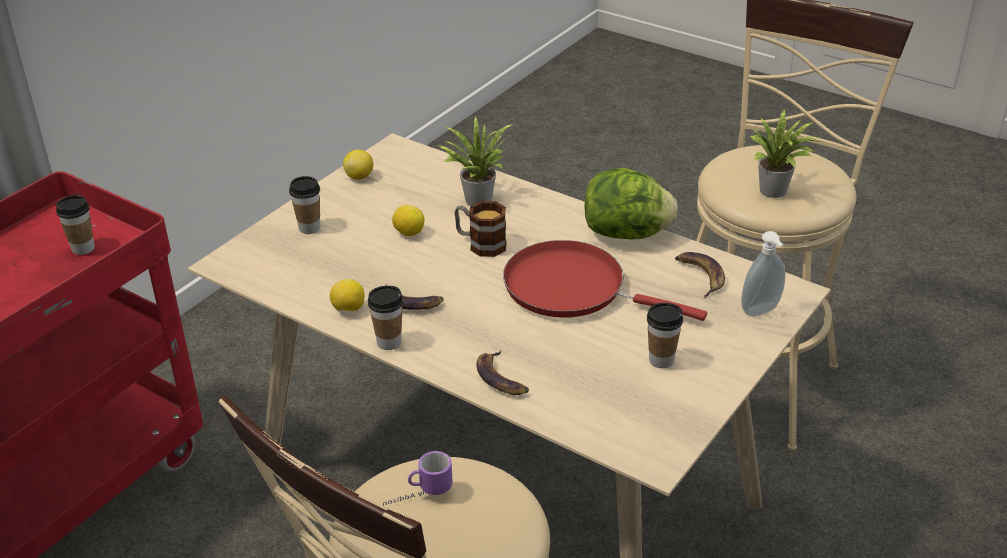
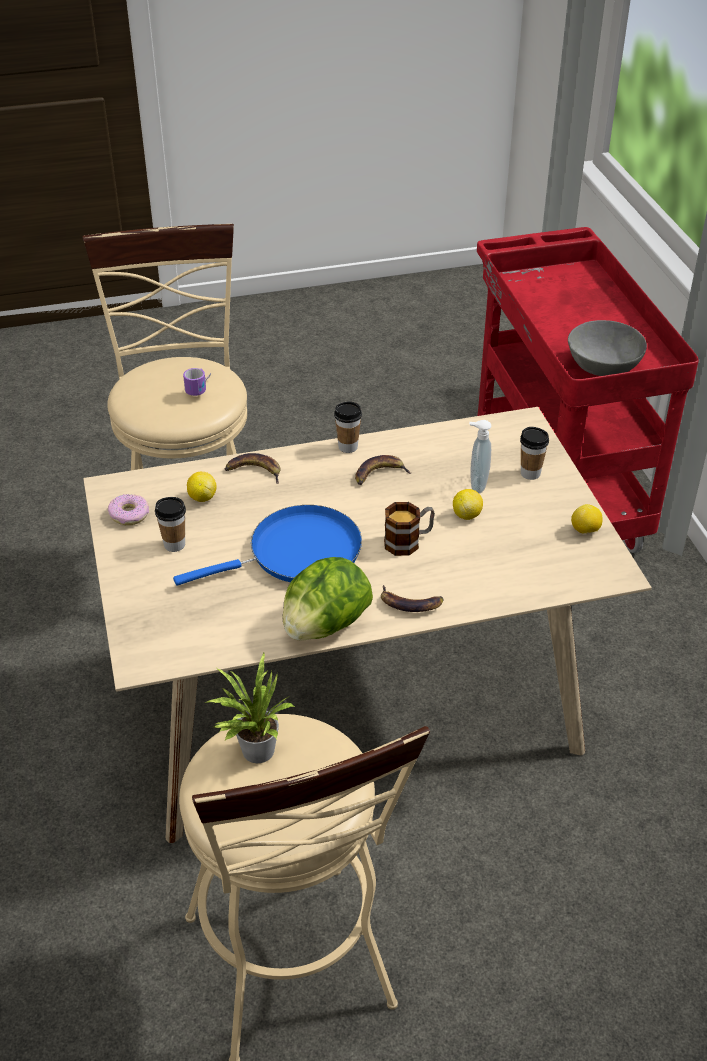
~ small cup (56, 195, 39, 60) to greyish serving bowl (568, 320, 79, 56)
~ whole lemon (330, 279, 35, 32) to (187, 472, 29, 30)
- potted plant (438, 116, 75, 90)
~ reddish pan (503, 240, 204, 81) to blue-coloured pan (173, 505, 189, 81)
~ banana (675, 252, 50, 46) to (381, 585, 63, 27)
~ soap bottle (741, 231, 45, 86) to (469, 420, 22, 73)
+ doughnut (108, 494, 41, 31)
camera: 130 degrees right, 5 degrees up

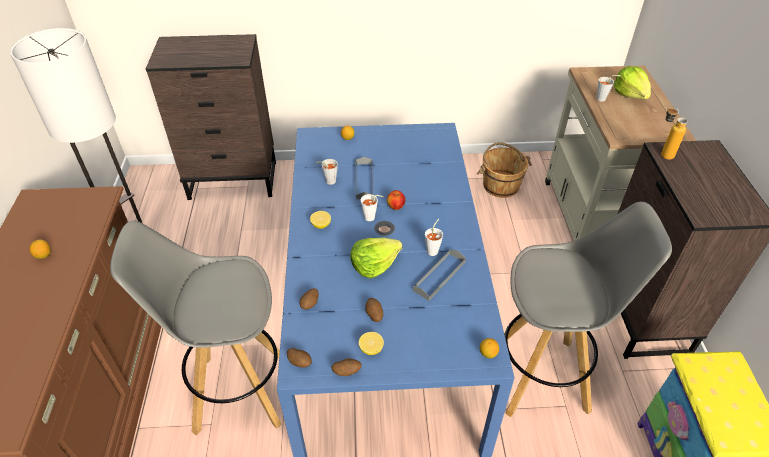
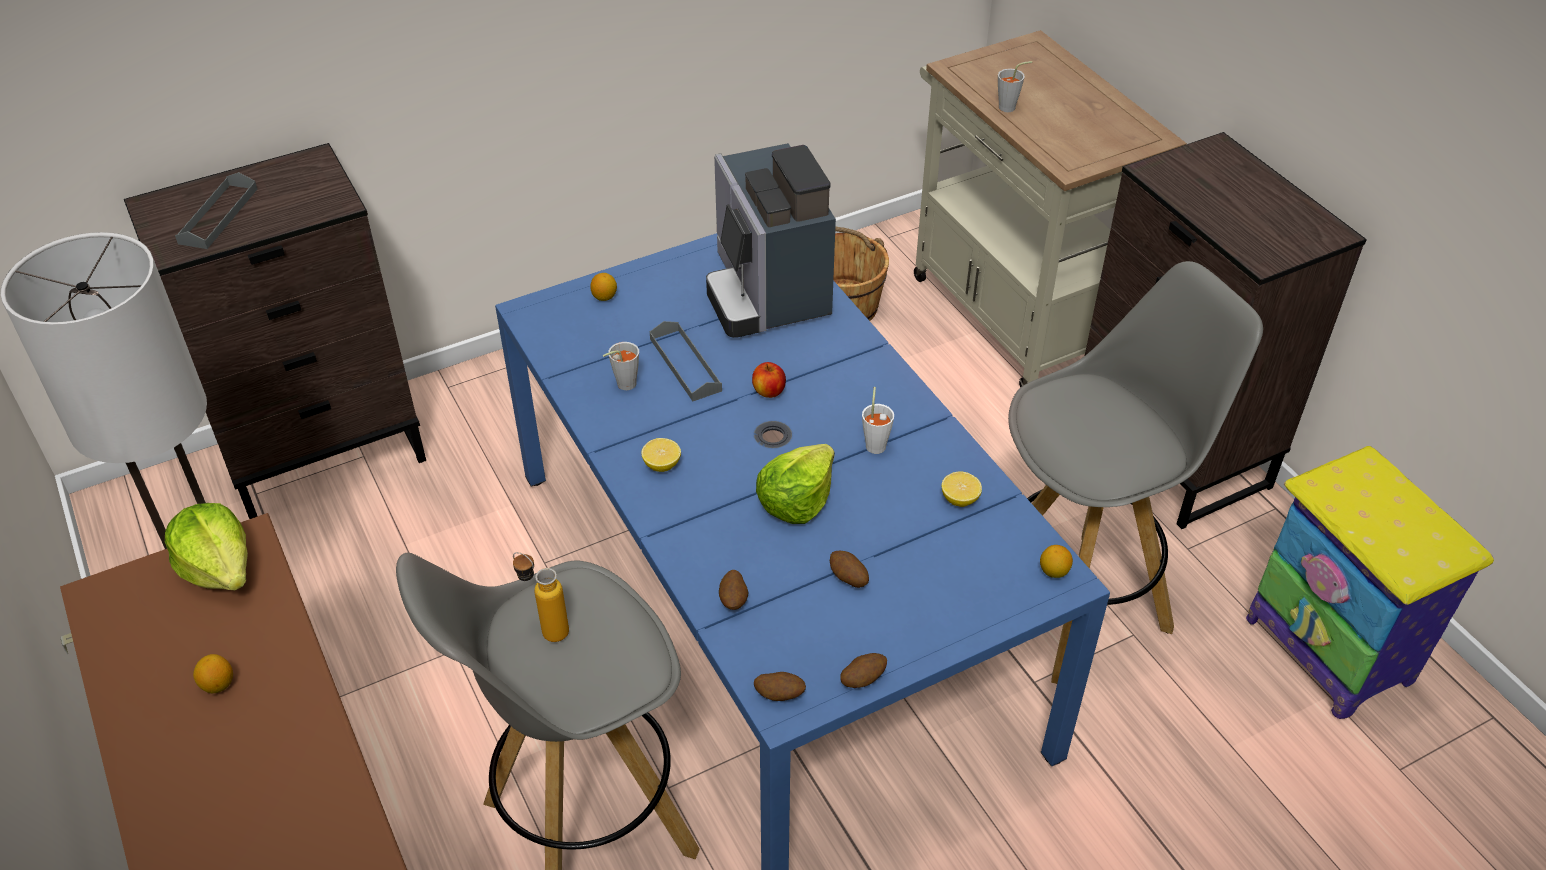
~ whole lemon (359, 332, 25, 23) to (942, 472, 40, 35)
- whitish small cup (361, 194, 23, 27)
~ greyish carrying tray (413, 249, 53, 52) to (175, 172, 82, 77)
~ lettuce (614, 66, 37, 33) to (165, 503, 83, 87)
~ drink bottle (661, 105, 27, 55) to (513, 552, 56, 90)
+ coffee machine (706, 143, 130, 195)
camera: 25 degrees left, 0 degrees up

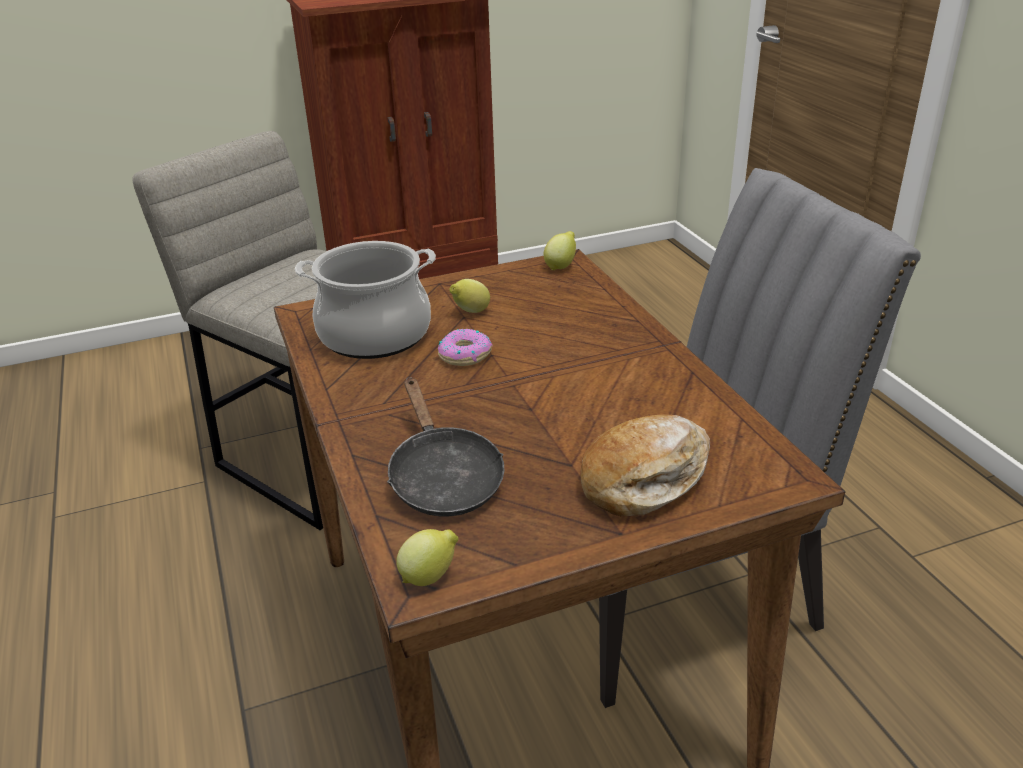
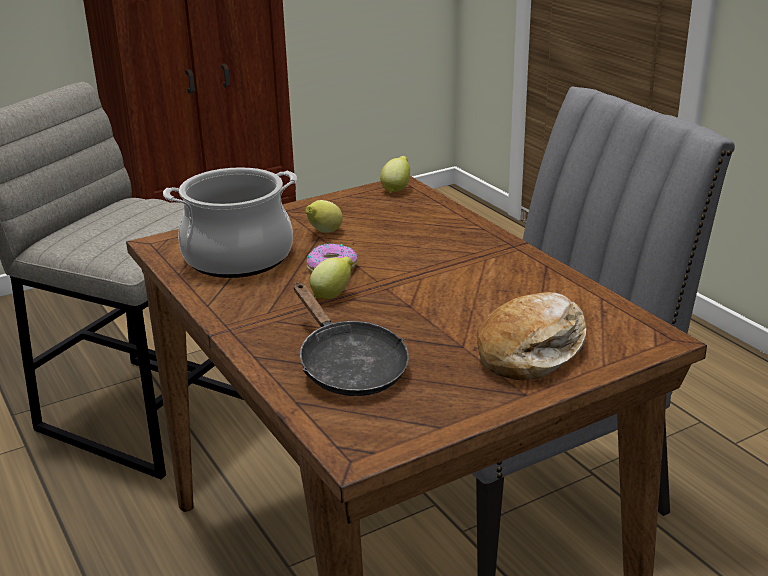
~ whole lemon (396, 529, 63, 57) to (310, 257, 43, 42)
camera: 10 degrees left, 5 degrees down

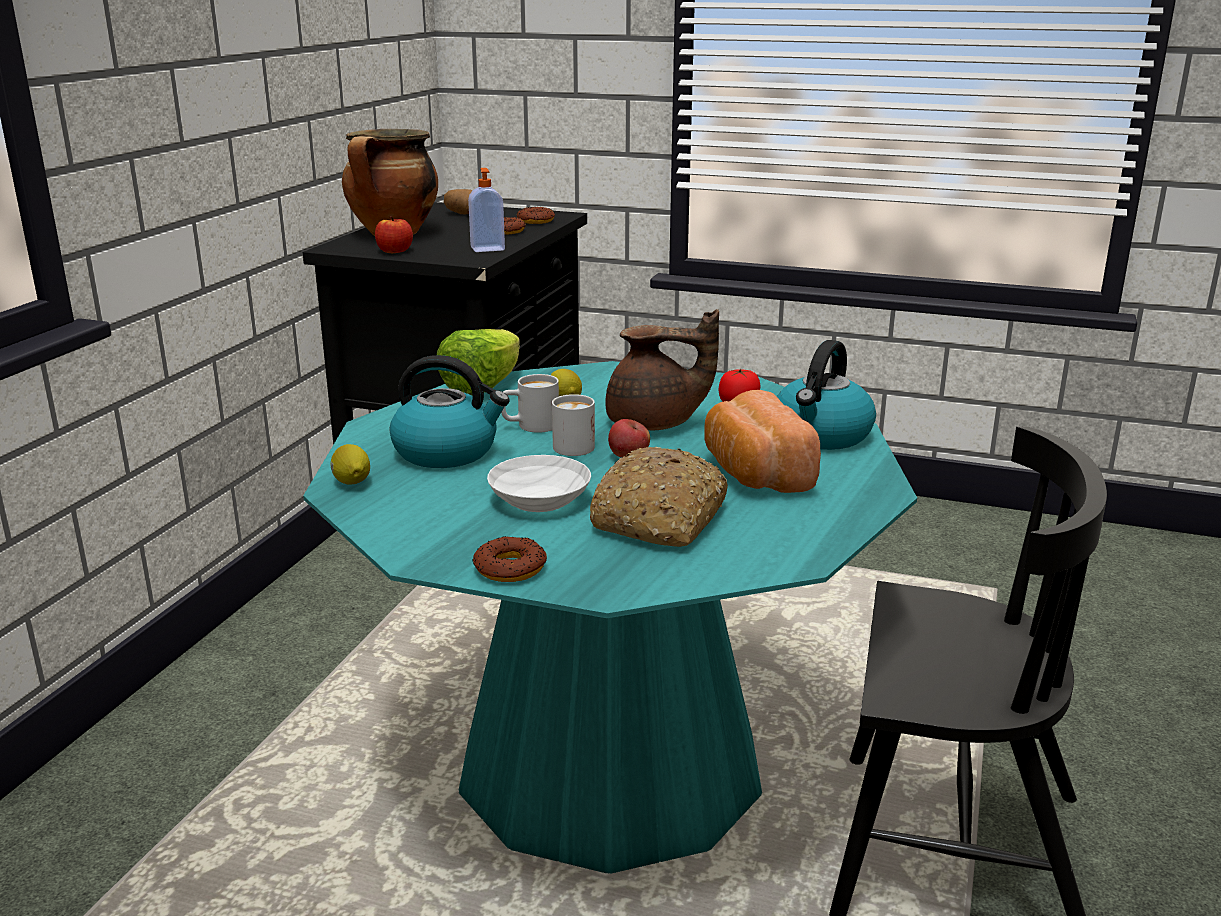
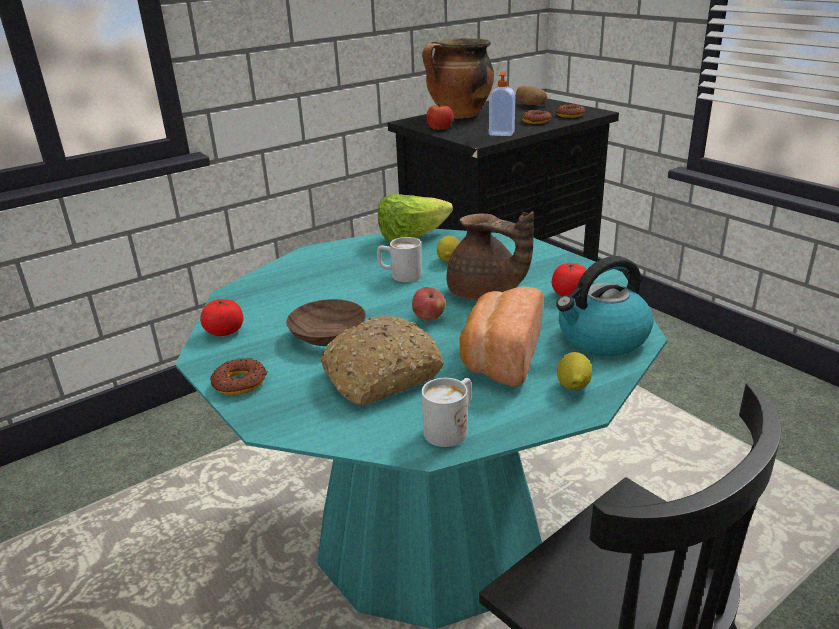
~ whole lemon (330, 444, 40, 41) to (557, 352, 35, 38)
- tea kettle (390, 355, 120, 113)
~ whitish serving bowl (487, 455, 104, 57) to brown serving bowl (286, 299, 80, 47)
~ whitish mug (552, 394, 43, 62) to (422, 378, 49, 69)
+ fresh tomato (200, 299, 43, 37)
camera: 35 degrees right, 5 degrees up

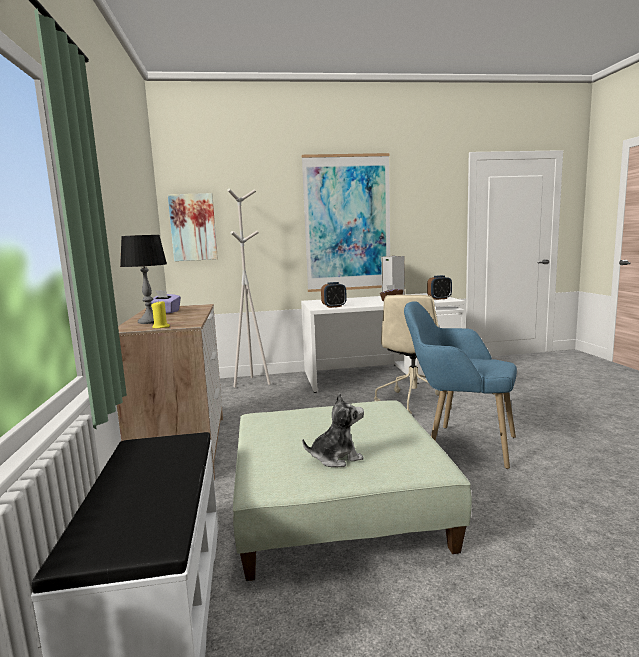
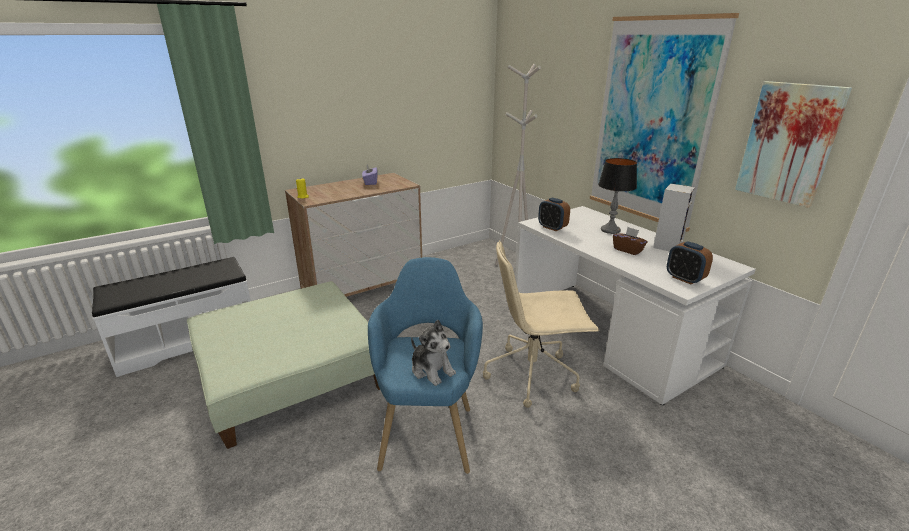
~ table lamp (120, 235, 47, 89) to (598, 158, 39, 76)
~ wall art (168, 193, 50, 68) to (735, 81, 117, 127)
~ cuddly toy (302, 393, 62, 74) to (411, 320, 45, 66)
camera: 65 degrees right, 15 degrees up

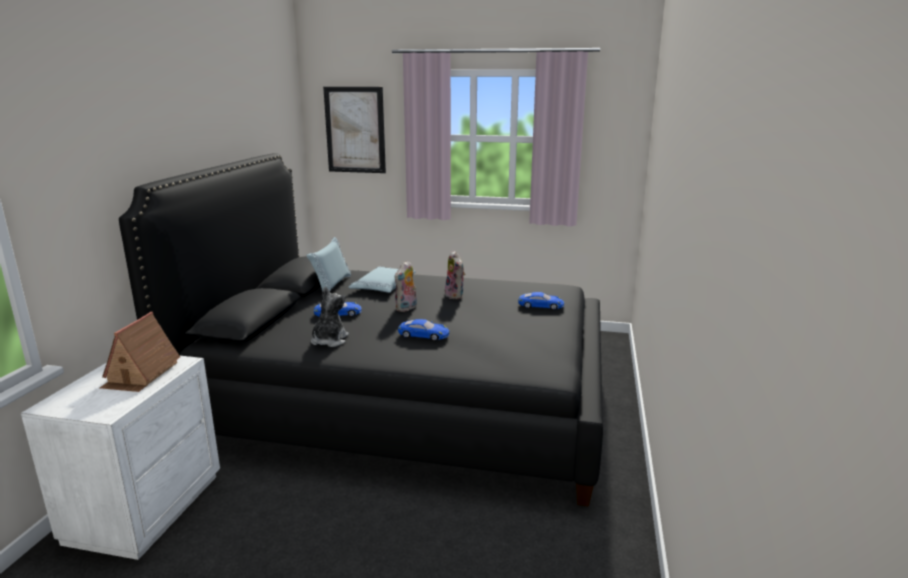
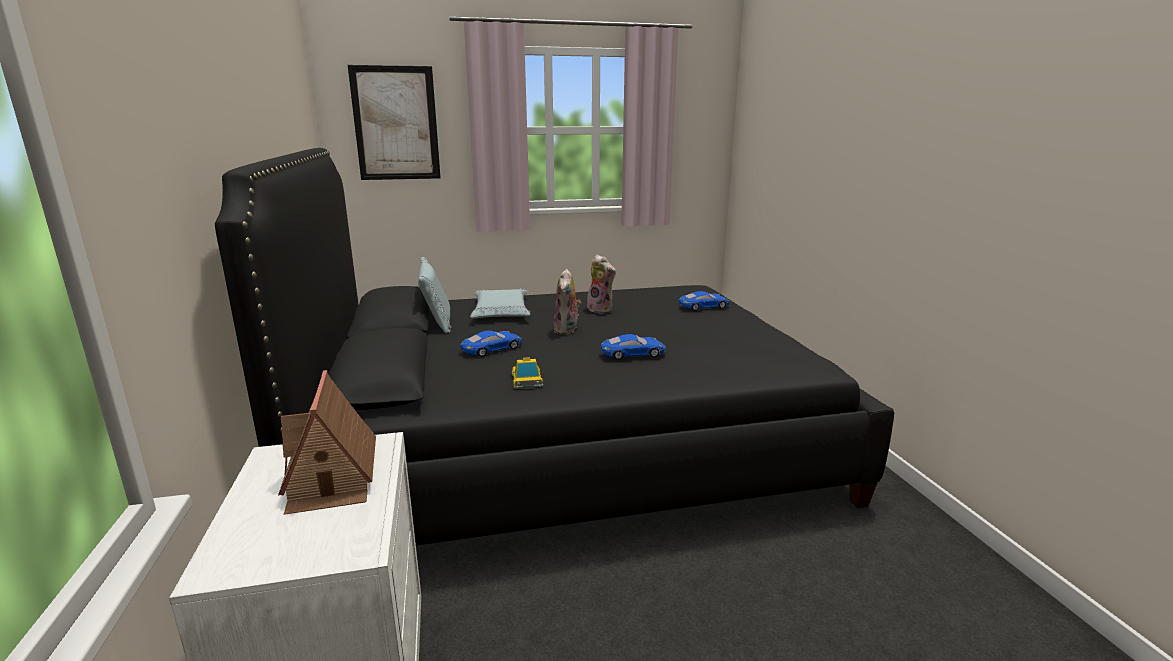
~ cuddly toy (311, 287, 38, 60) to miniature car (512, 357, 31, 32)
camera: 25 degrees left, 0 degrees up

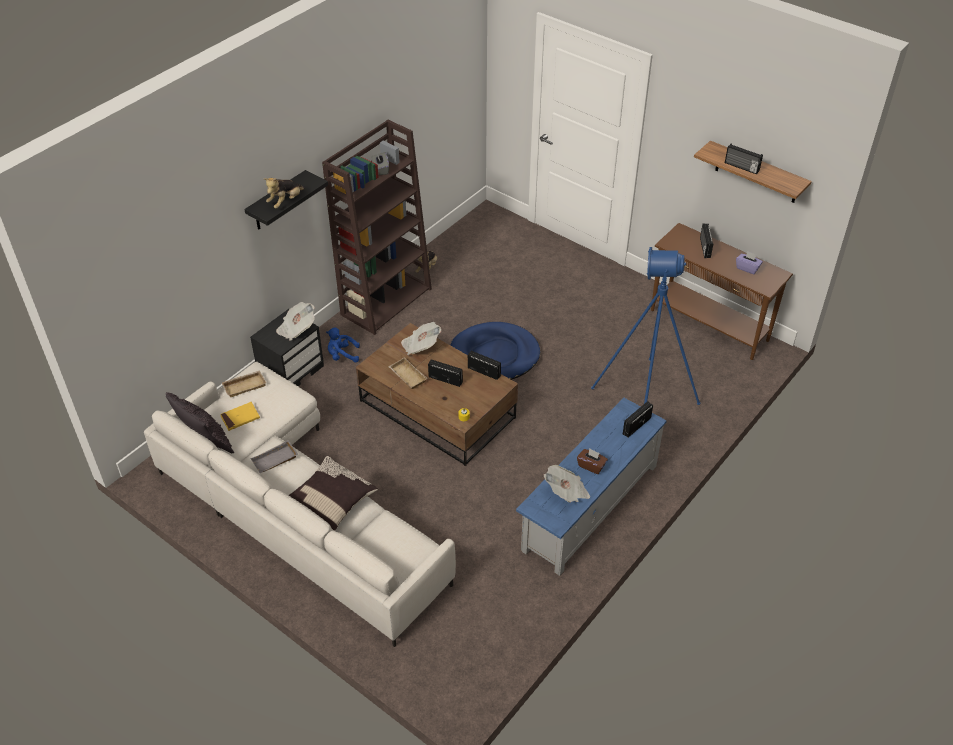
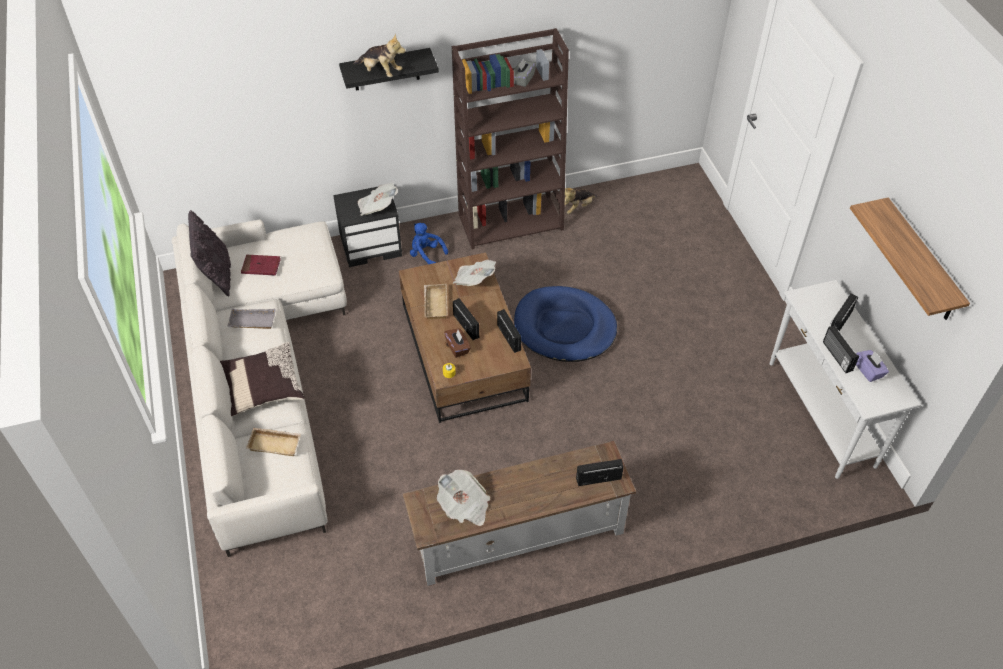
~ yellow book (220, 402, 40, 29) to reddish book (241, 255, 40, 20)
~ beige-coloured carrying tray (222, 370, 44, 27) to (246, 428, 55, 28)
~ cuddly toy (264, 178, 41, 31) = (353, 34, 52, 43) 135 degrees counterclockwise
~ blue-coloured media console (516, 397, 151, 179) to brown media console (403, 441, 233, 145)
~ brown tissue box (577, 448, 31, 26) to (444, 328, 27, 30)
- blue-coloured standard lamp (591, 247, 109, 158)
~ brown narrow table (651, 223, 142, 137) to whitish narrow table (770, 280, 151, 199)
~ radio (725, 144, 38, 30) to (823, 325, 36, 48)
camera: 35 degrees right, 5 degrees up

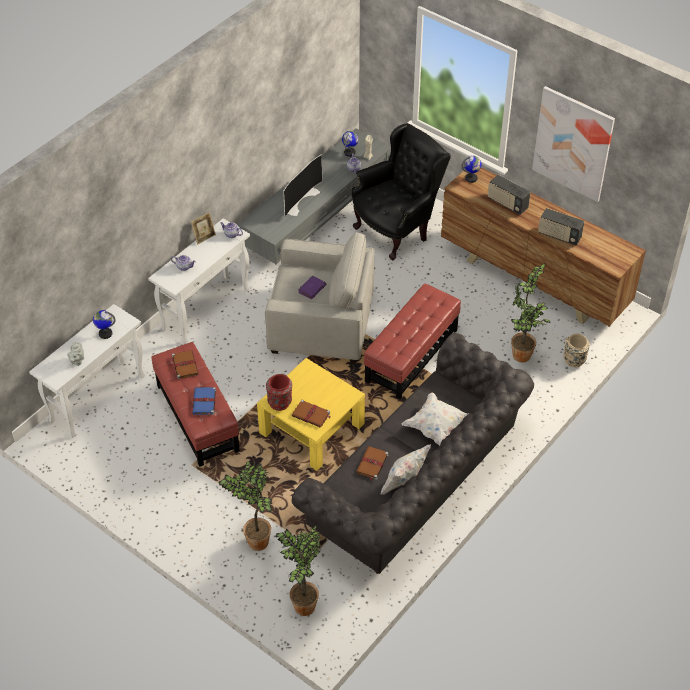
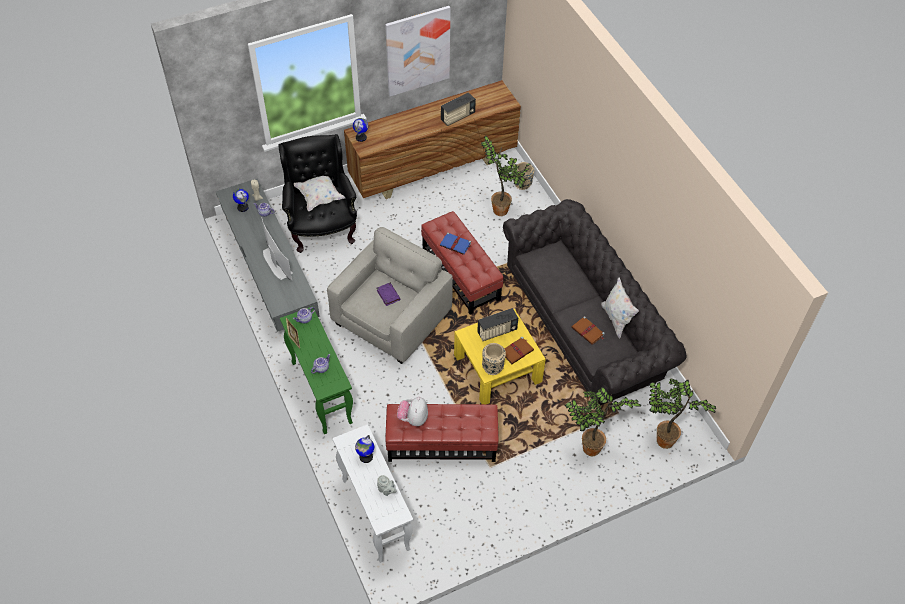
~ whitish narrow table (148, 218, 102, 126) to greenish narrow table (280, 306, 73, 128)
~ brown book (172, 350, 27, 29) to cuddly toy (397, 397, 31, 29)
~ blue-coloured book (192, 387, 24, 30) to (440, 232, 32, 23)
~ reddish decorative vase (266, 374, 26, 37) to beige-coloured decorative vase (482, 343, 24, 32)
~ whitish pillow (401, 393, 69, 53) to (294, 176, 51, 35)
~ radio (488, 175, 43, 40) to (477, 308, 41, 33)
camera: 65 degrees left, 5 degrees up

